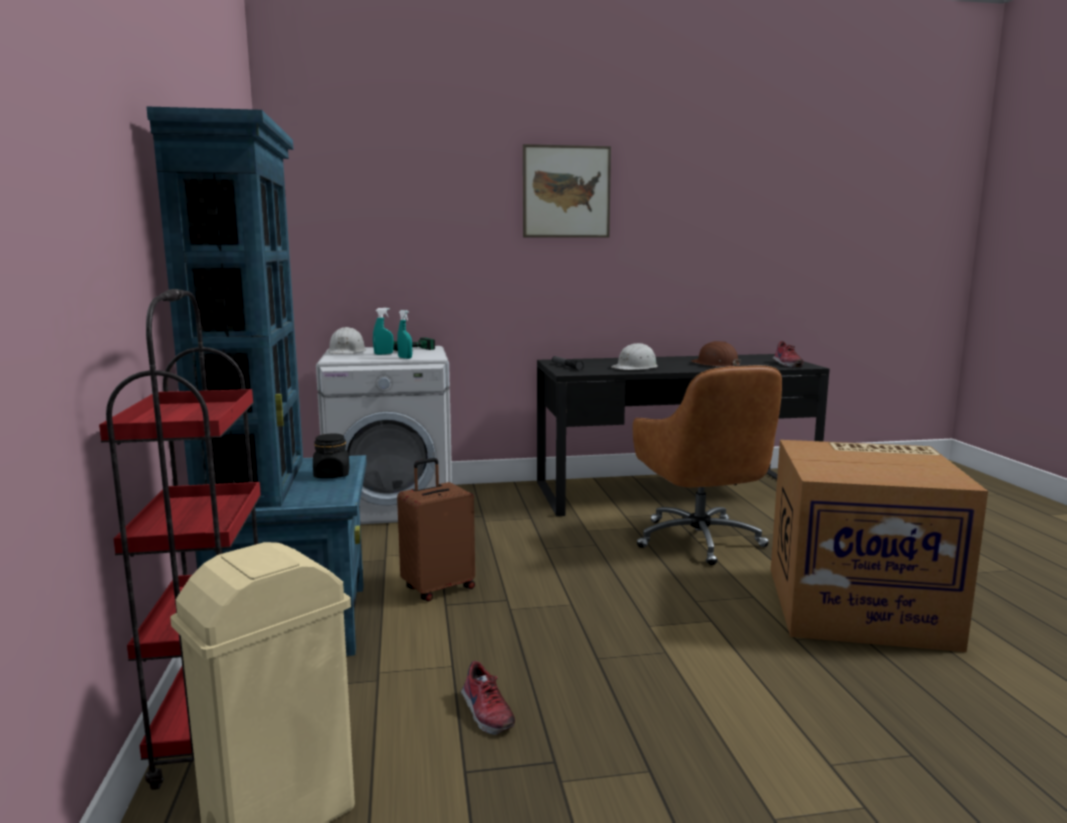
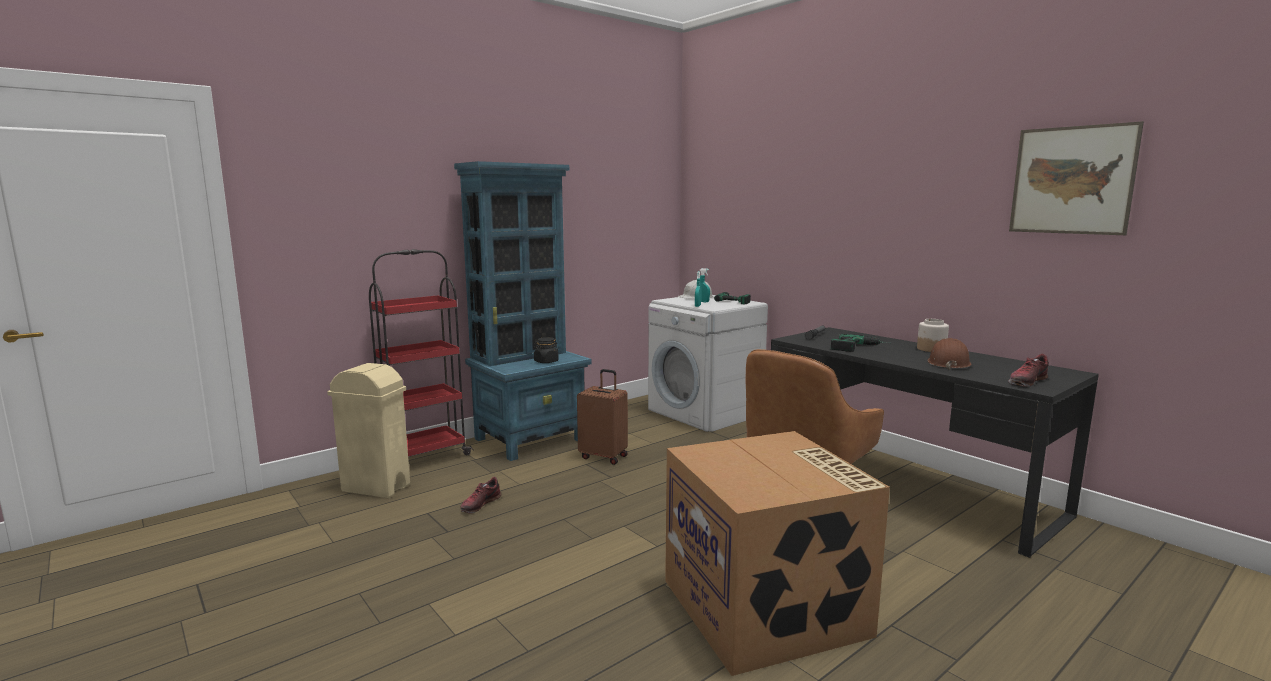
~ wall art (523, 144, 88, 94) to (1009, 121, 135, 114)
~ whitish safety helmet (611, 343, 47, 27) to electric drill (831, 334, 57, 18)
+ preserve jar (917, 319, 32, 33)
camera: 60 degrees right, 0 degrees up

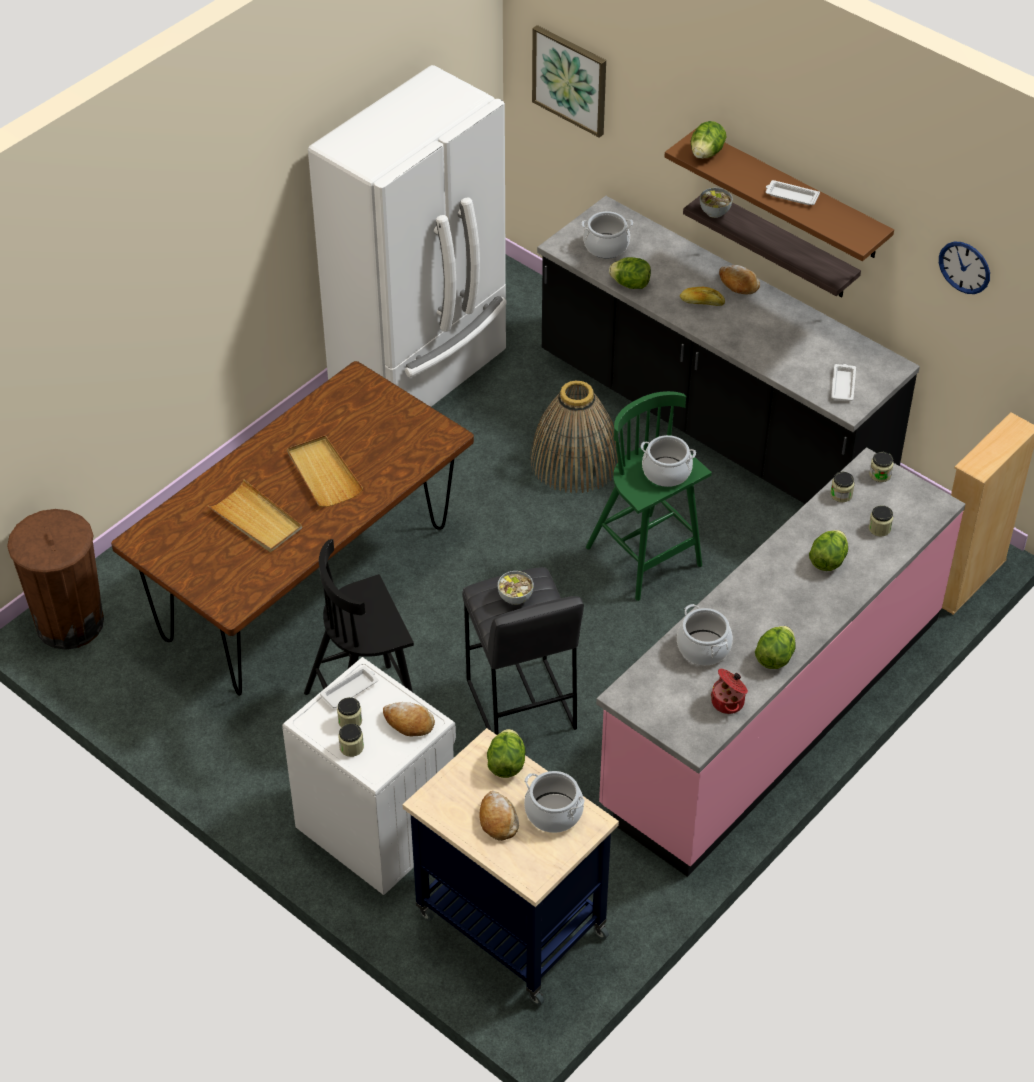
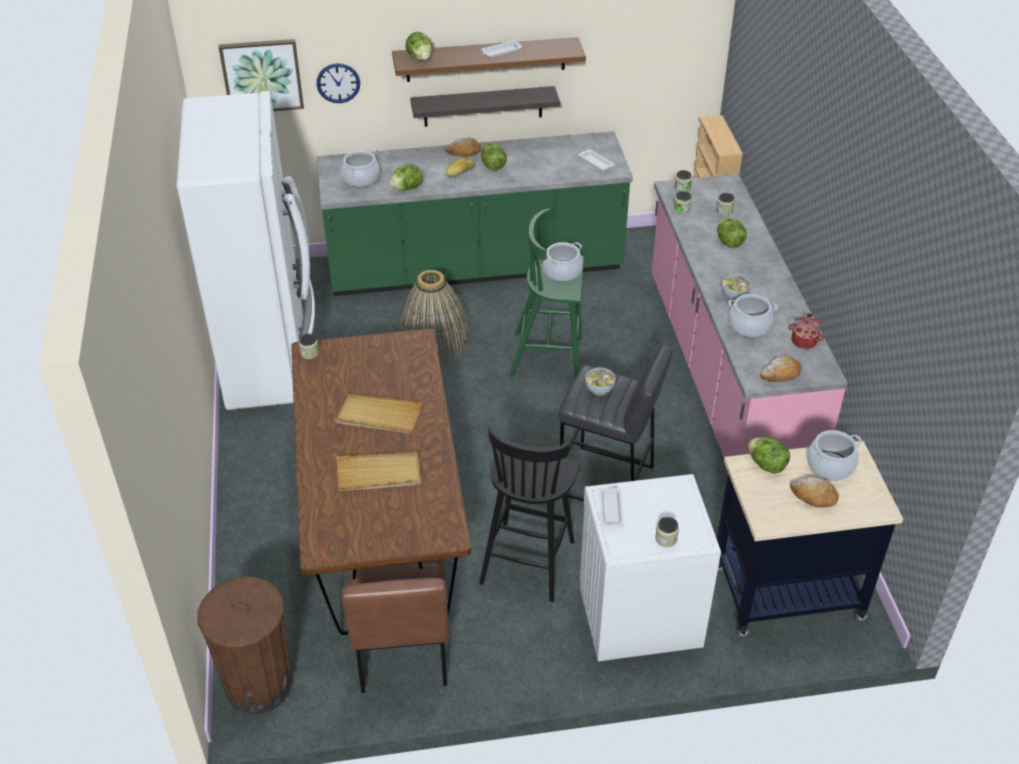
~ preserve jar (337, 697, 25, 30) to (299, 334, 20, 25)
~ baked bread (383, 702, 52, 35) to (760, 355, 42, 27)
~ black kitchen base unit (537, 196, 383, 308) to greenish kitchen base unit (317, 131, 316, 165)
~ serving bowl (700, 188, 32, 30) to (721, 274, 30, 26)
~ lettuce (755, 626, 41, 43) to (481, 143, 26, 28)
~ clock on the wall (939, 242, 51, 52) to (317, 63, 43, 40)
+ brown chair (341, 559, 108, 134)
camera: 50 degrees left, 5 degrees down

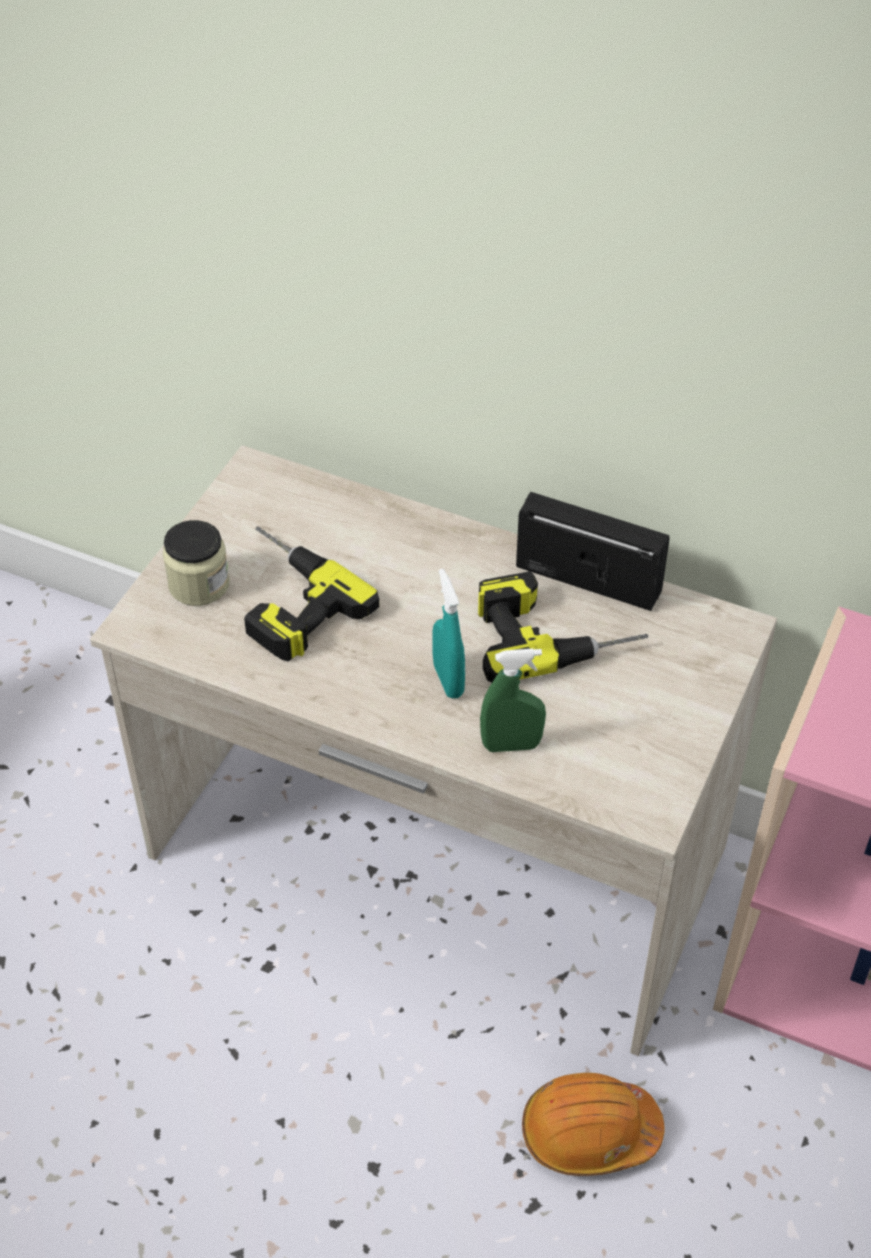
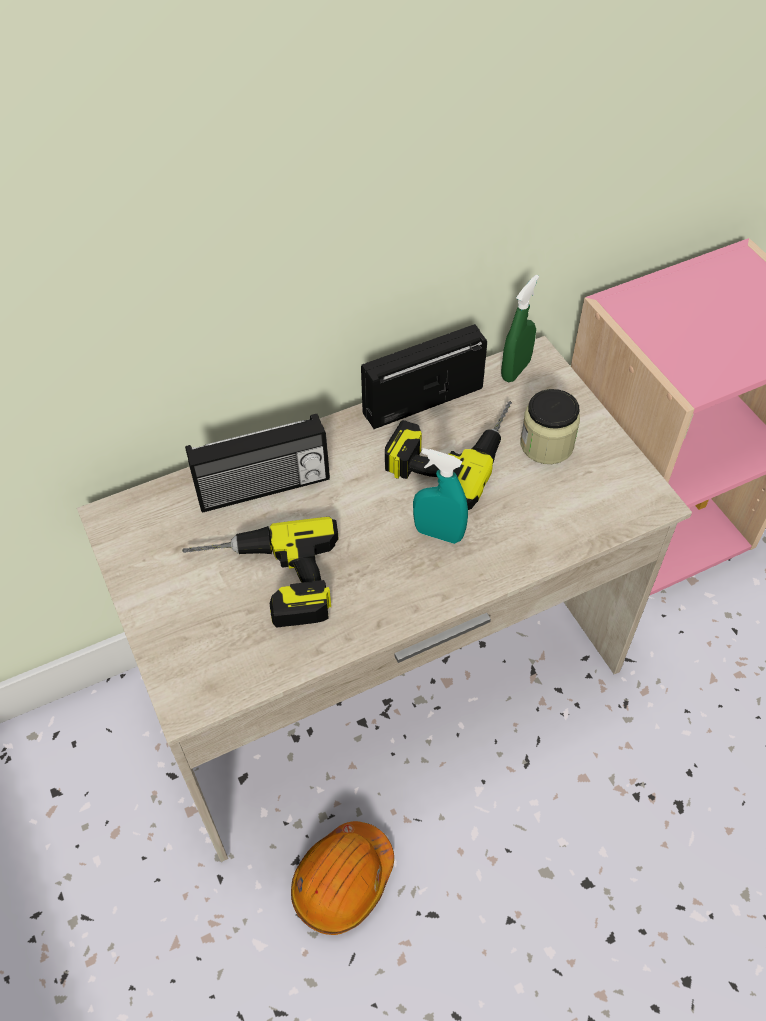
~ preserve jar (163, 520, 67, 86) to (521, 389, 59, 75)
~ greenish hand sprayer (480, 648, 66, 104) to (501, 275, 38, 107)
~ orange safety helmet (522, 1073, 143, 103) to (291, 821, 103, 114)
+ radio (185, 414, 145, 99)
camera: 50 degrees left, 5 degrees up

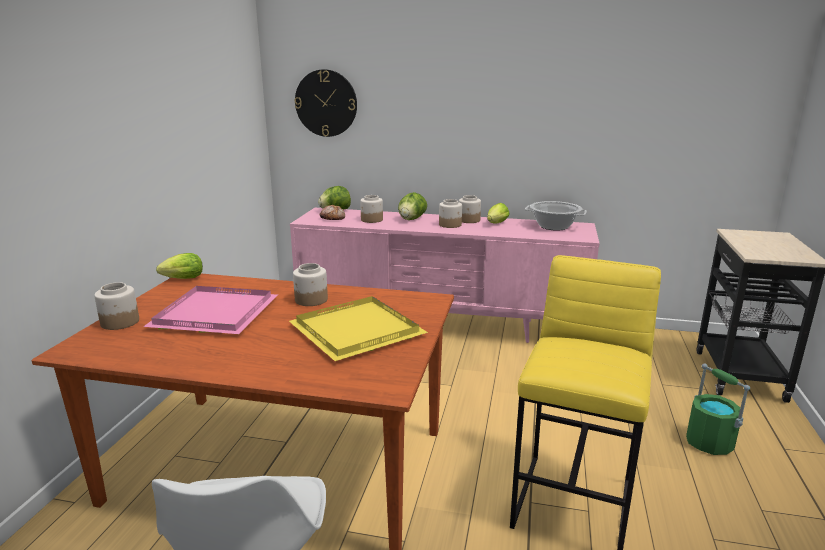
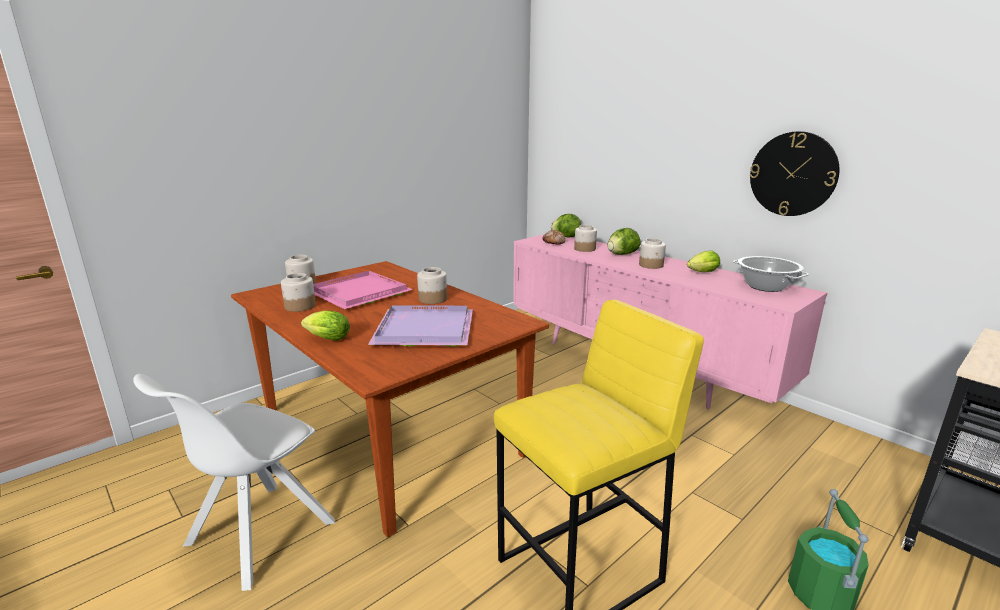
~ lettuce (156, 253, 47, 26) to (301, 310, 49, 31)
~ yellow carrying tray (289, 296, 139, 65) to purplish carrying tray (368, 305, 105, 42)
~ clock on the wall (294, 69, 63, 68) to (750, 131, 89, 85)
~ preserve jar (459, 195, 22, 28) to (281, 273, 35, 39)
camera: 35 degrees right, 0 degrees up

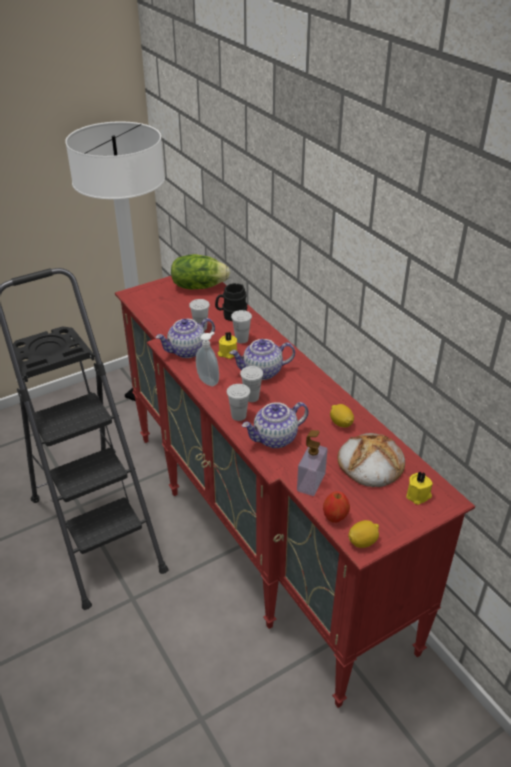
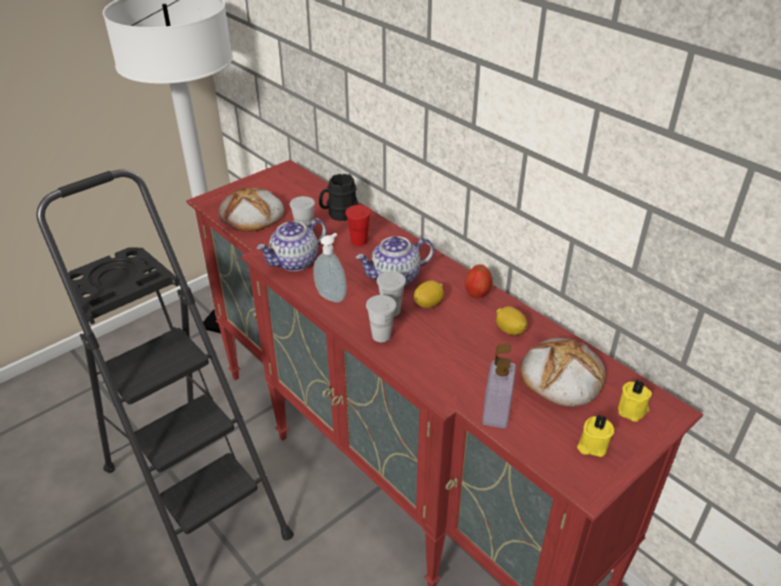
- lettuce (171, 254, 59, 36)
~ yellow wax light (218, 332, 19, 27) to (577, 415, 37, 42)
~ whitish small cup (231, 310, 21, 33) to reddish small cup (345, 205, 26, 41)
- pot for tea (242, 402, 67, 46)
~ whole apple (323, 491, 27, 32) to (465, 264, 28, 34)
~ whole lemon (348, 520, 31, 28) to (414, 280, 30, 28)
+ baked bread (218, 187, 66, 45)
camera: 10 degrees left, 0 degrees up

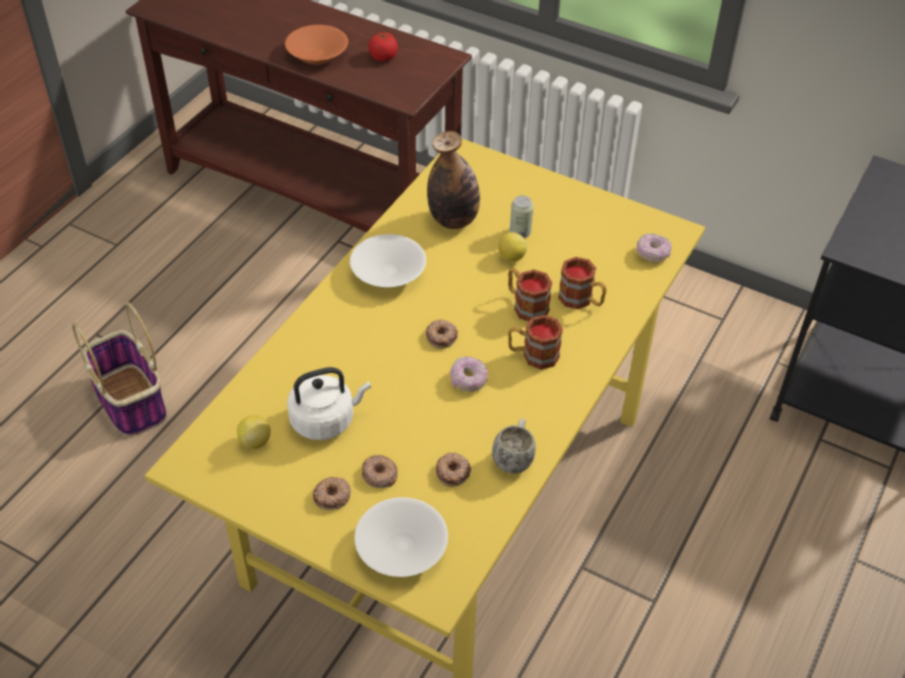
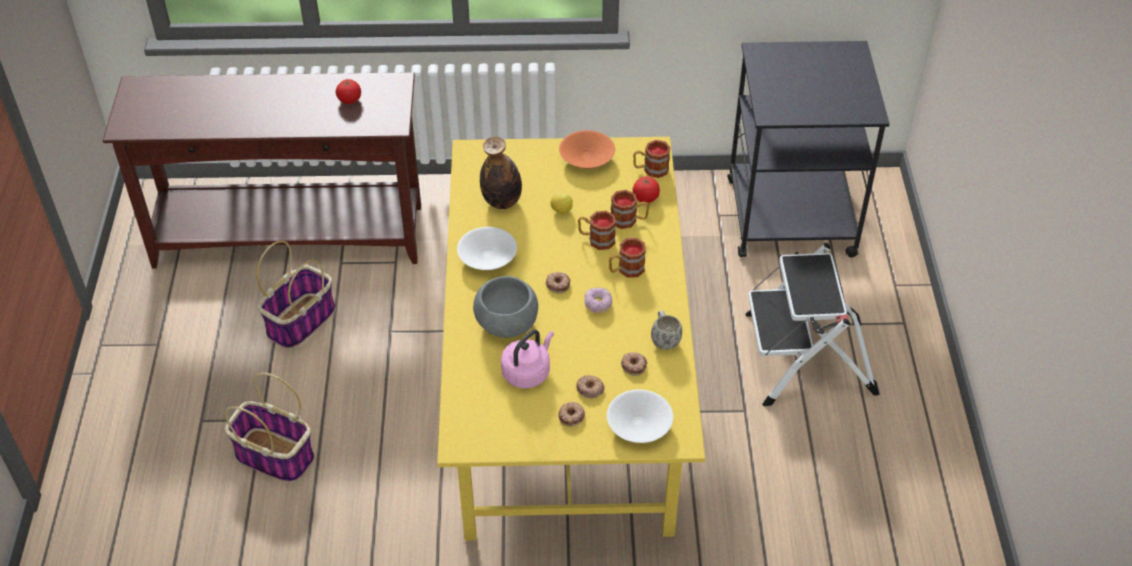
- whole lemon (237, 415, 34, 34)
~ orange serving bowl (285, 25, 63, 40) to (559, 130, 56, 39)
~ whitish tea kettle (287, 367, 84, 73) to pink-coloured tea kettle (501, 329, 53, 59)
- metal can (510, 195, 23, 43)
~ doughnut (637, 234, 35, 29) to mug (633, 140, 38, 38)
+ storage basket (256, 240, 79, 109)
+ greyish serving bowl (473, 276, 65, 62)
+ fresh tomato (633, 176, 27, 27)
+ step stool (745, 243, 134, 163)
camera: 30 degrees left, 0 degrees up

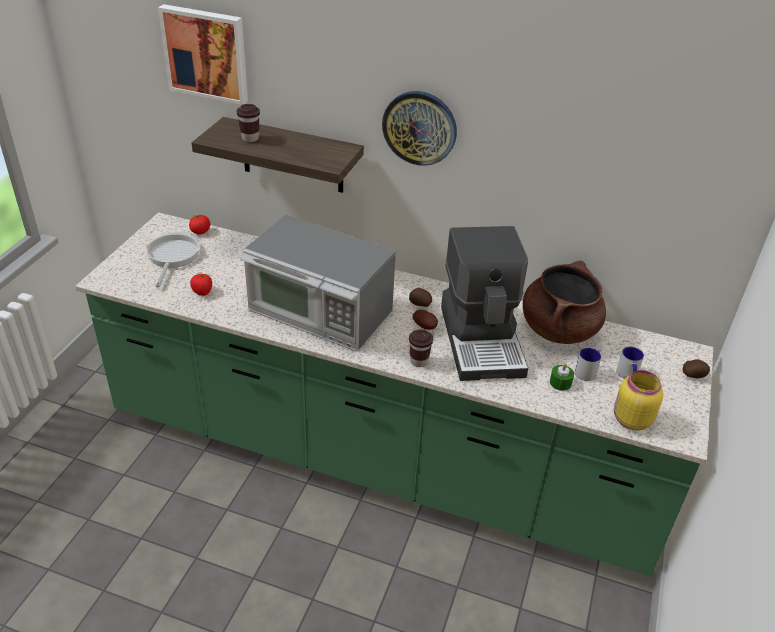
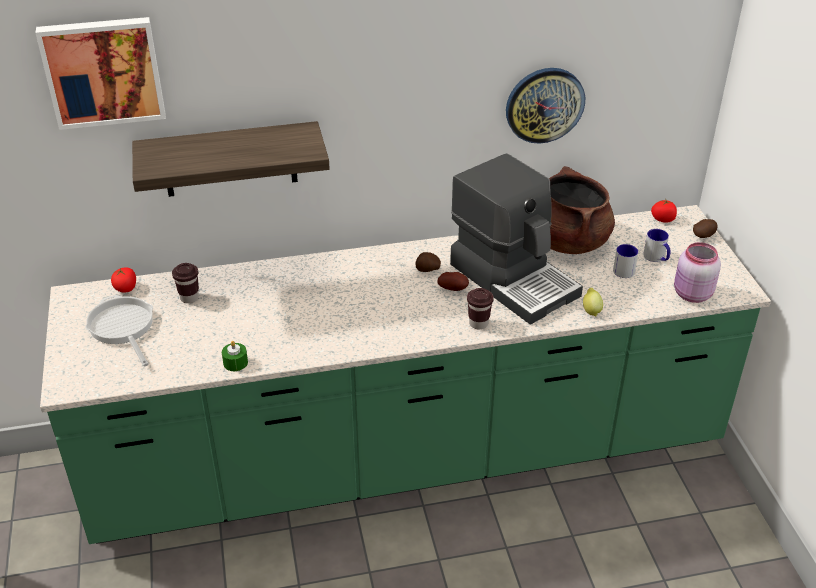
~ fresh tomato (190, 274, 22, 22) to (651, 200, 26, 23)
~ brown small cup (237, 104, 23, 38) to (172, 263, 27, 40)
- kitchen microwave (241, 215, 155, 137)
~ clock on the wall (382, 91, 75, 75) to (506, 68, 79, 76)
~ greenish wax light (550, 363, 24, 28) to (222, 341, 26, 30)
~ yellow preserve jar (614, 370, 49, 61) to pink-coloured preserve jar (674, 242, 47, 61)
+ whole lemon (583, 288, 20, 28)
camera: 30 degrees left, 0 degrees up

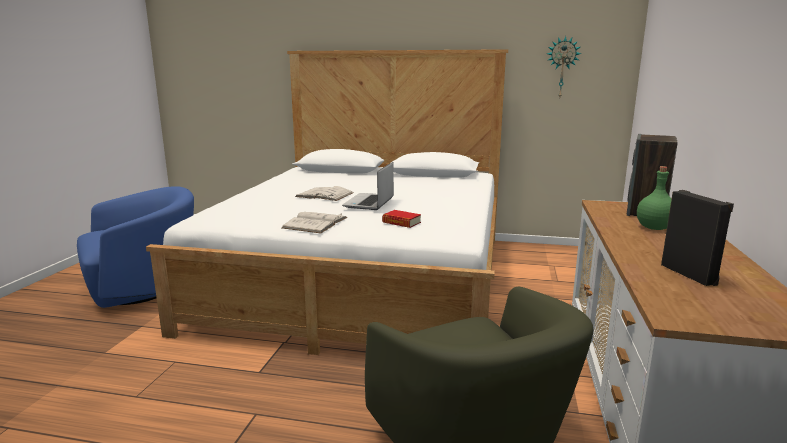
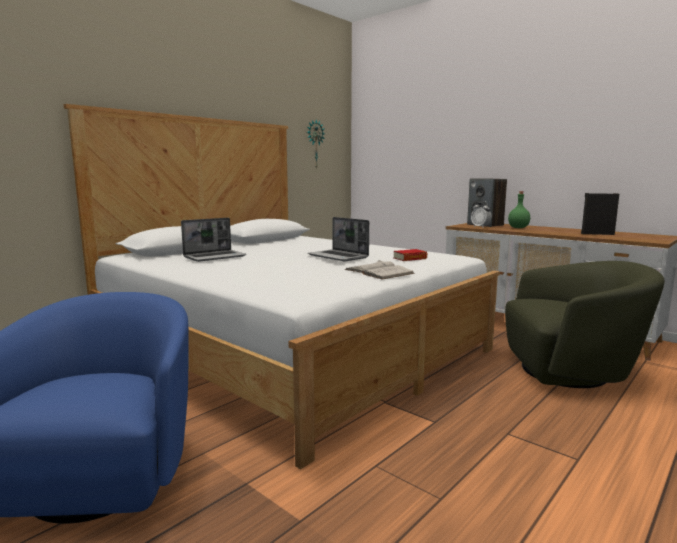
- whitish book (295, 186, 59, 15)
+ laptop (181, 218, 65, 44)
+ table clock (471, 201, 21, 26)
camera: 60 degrees left, 5 degrees down

